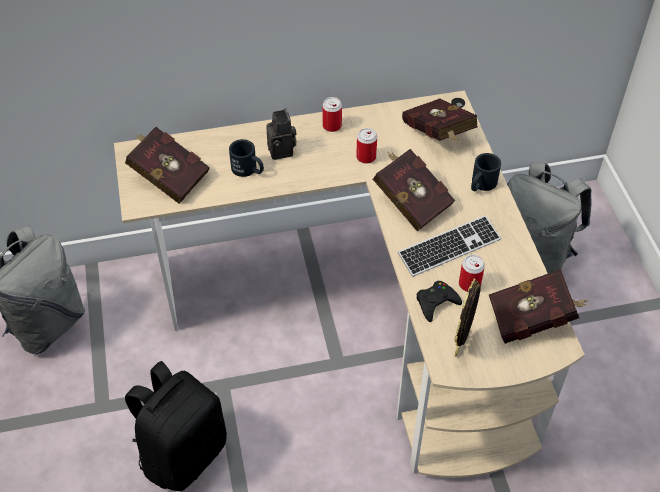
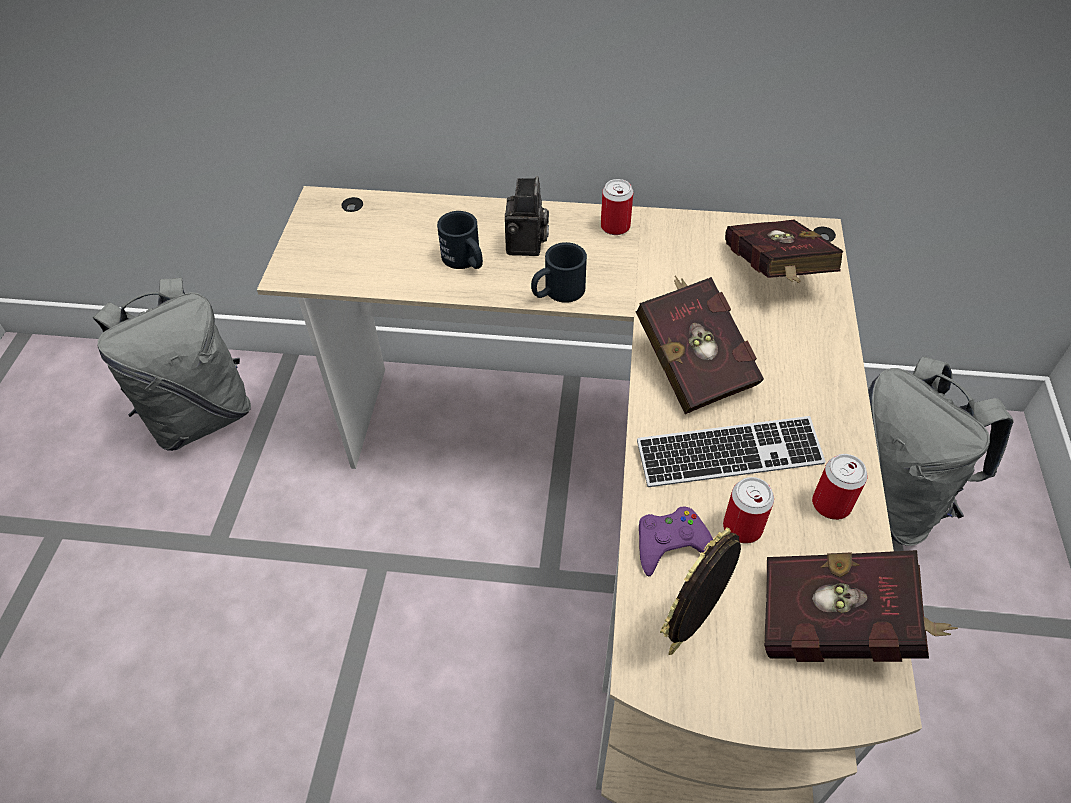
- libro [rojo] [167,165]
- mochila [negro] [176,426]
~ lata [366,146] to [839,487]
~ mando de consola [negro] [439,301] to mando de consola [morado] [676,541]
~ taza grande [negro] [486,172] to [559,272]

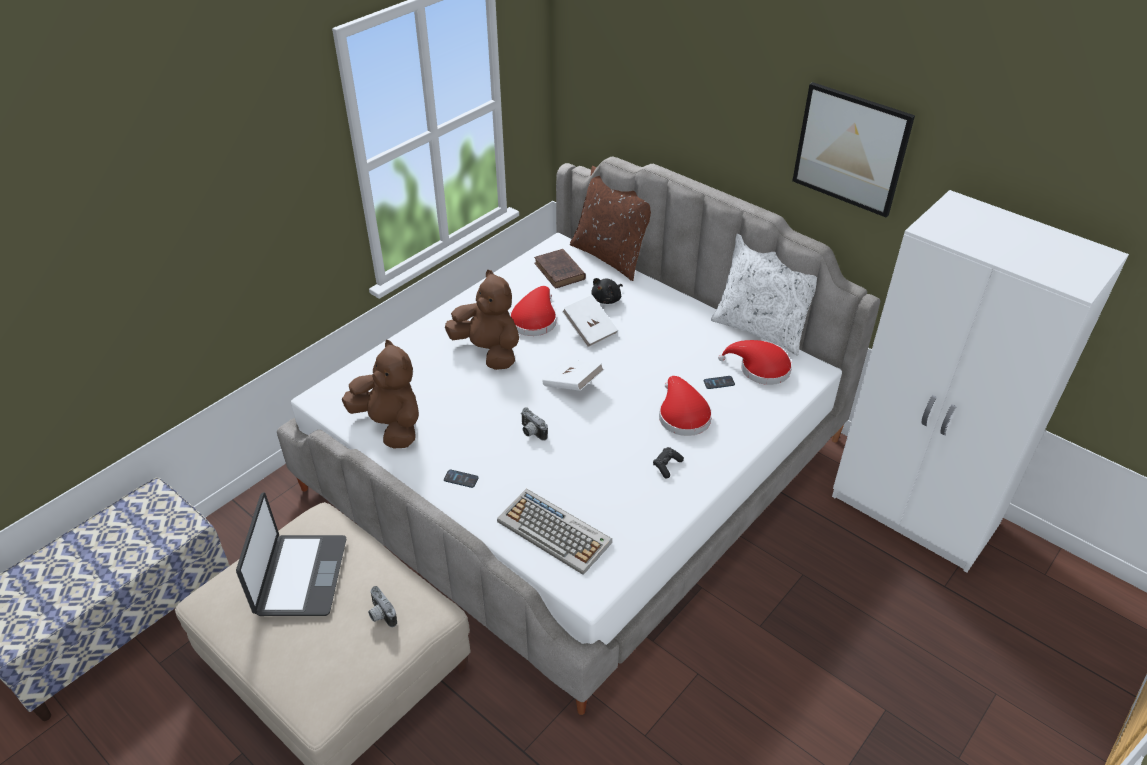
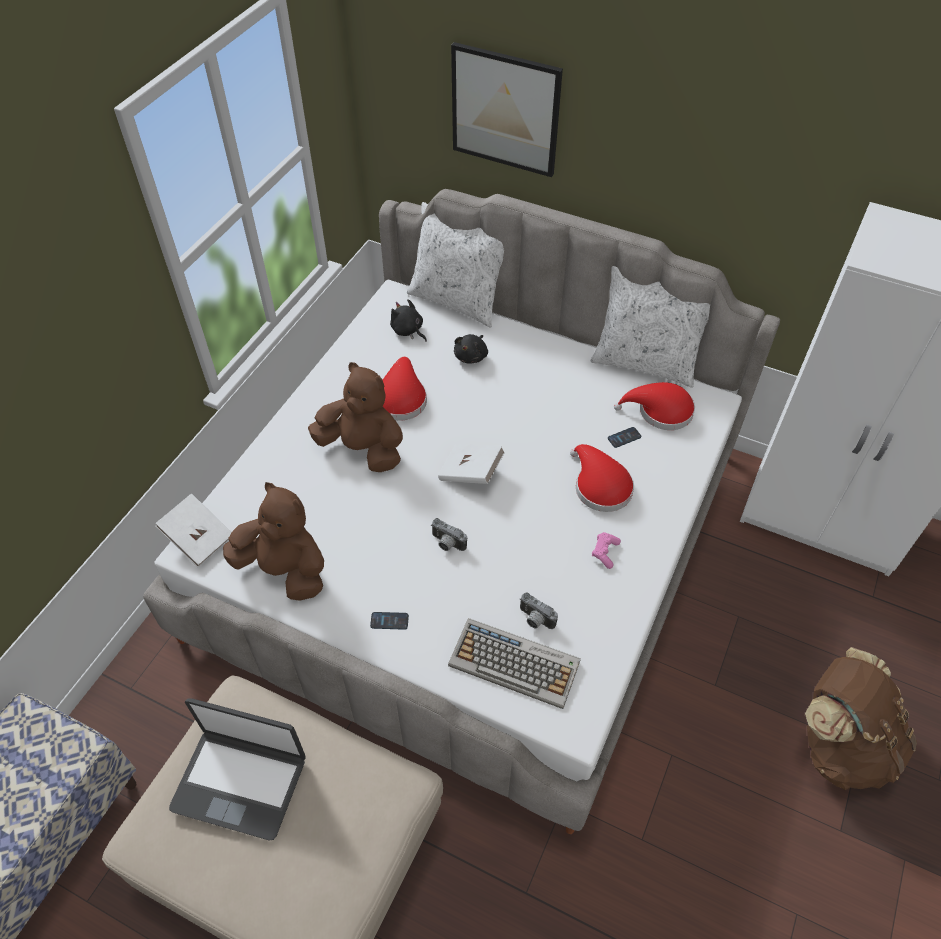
~ portátil [291,554] = [237,769] 120 degrees clockwise
~ cámara [382,606] to [539,610]
~ libro [marrón] [560,269] to peluche [negro] [408,320]
~ libro [blanco] [590,321] to [193,530]
~ cojín [marrón] [610,223] to cojín [blanco] [455,265]
~ mando de consola [negro] [668,463] to mando de consola [rosa] [606,550]
~ cuadro [853,149] to [507,109]
+ mochila [marrón] [861,718]

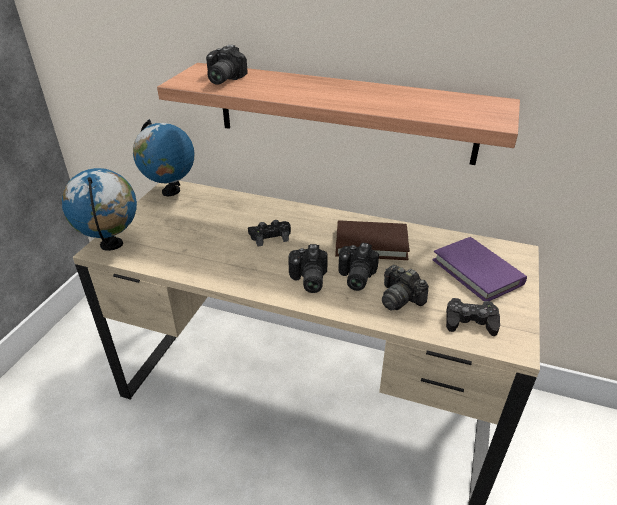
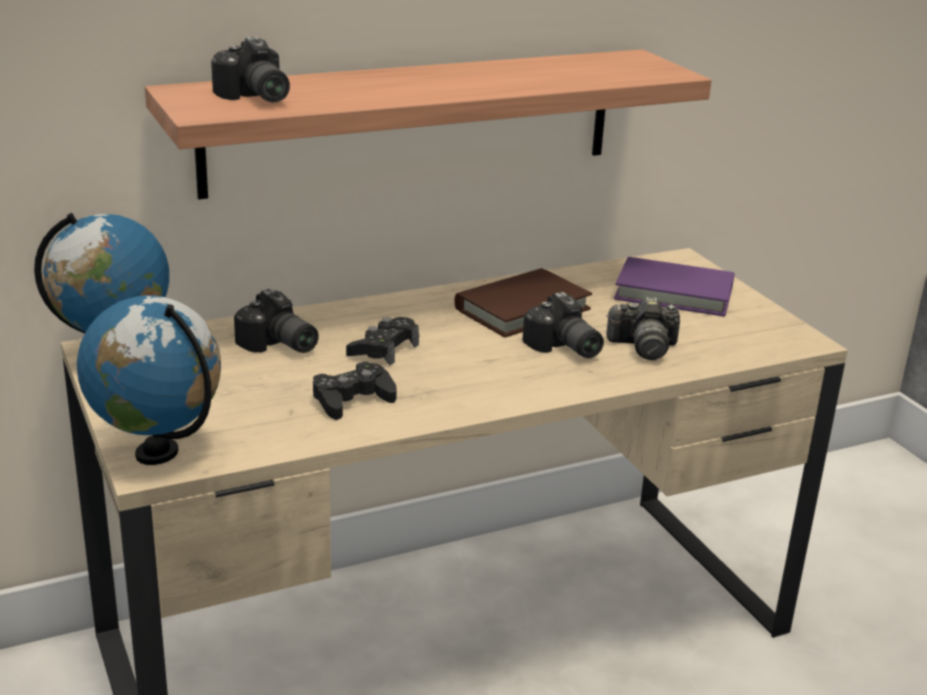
~ cámara [308,268] to [276,321]
~ mando de consola [negro] [473,317] to [355,391]

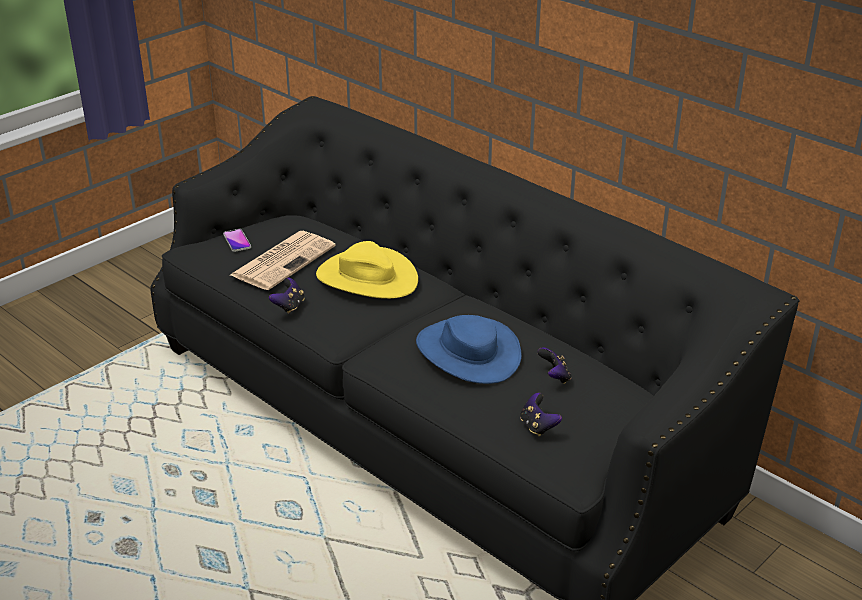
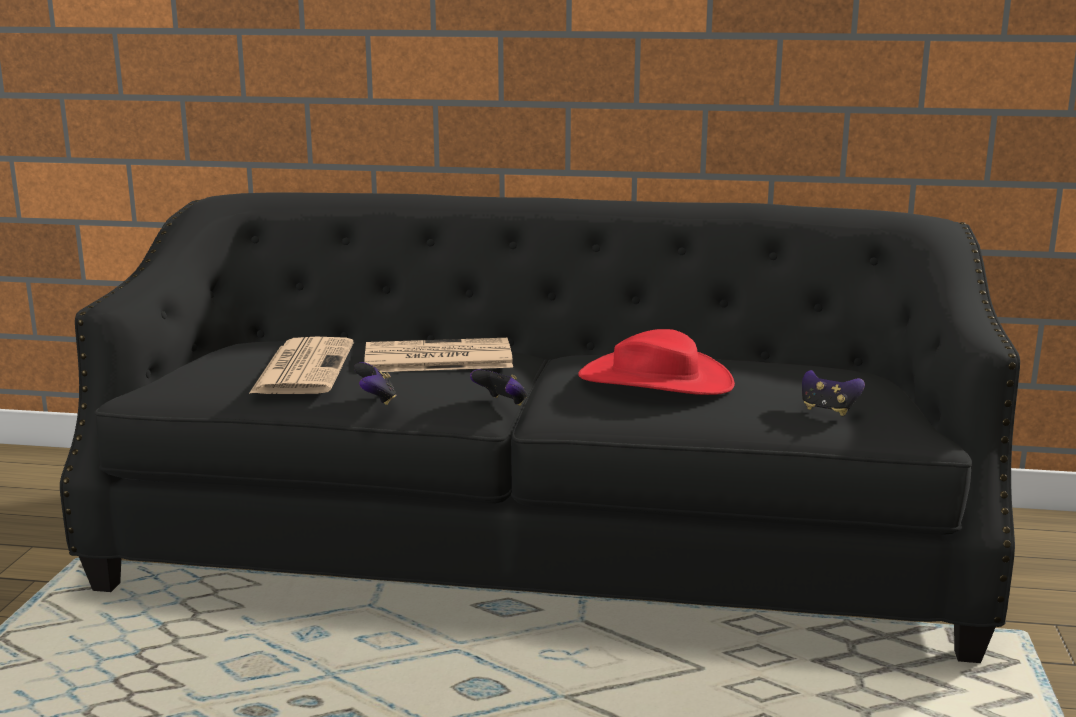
- móvil [237,240]
~ sombrero [amarillo] [367,270] to periódico [438,355]
~ sombrero [azul] [469,349] to sombrero [rojo] [656,362]
~ mando de consola [555,365] to [498,387]

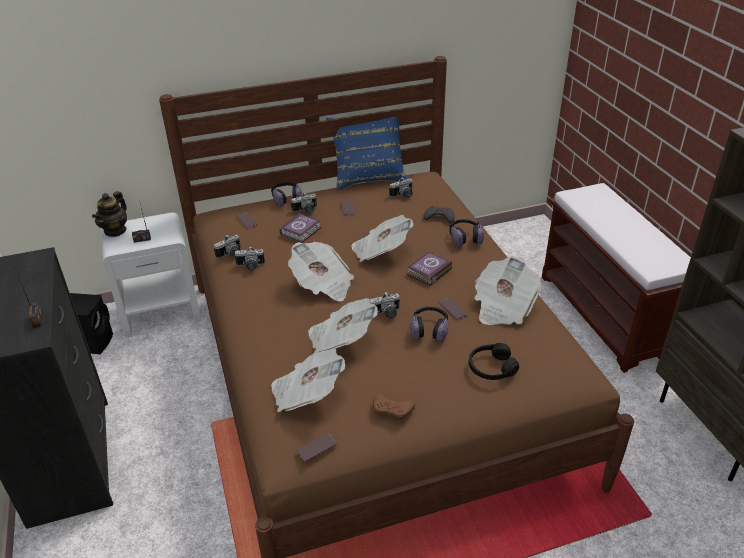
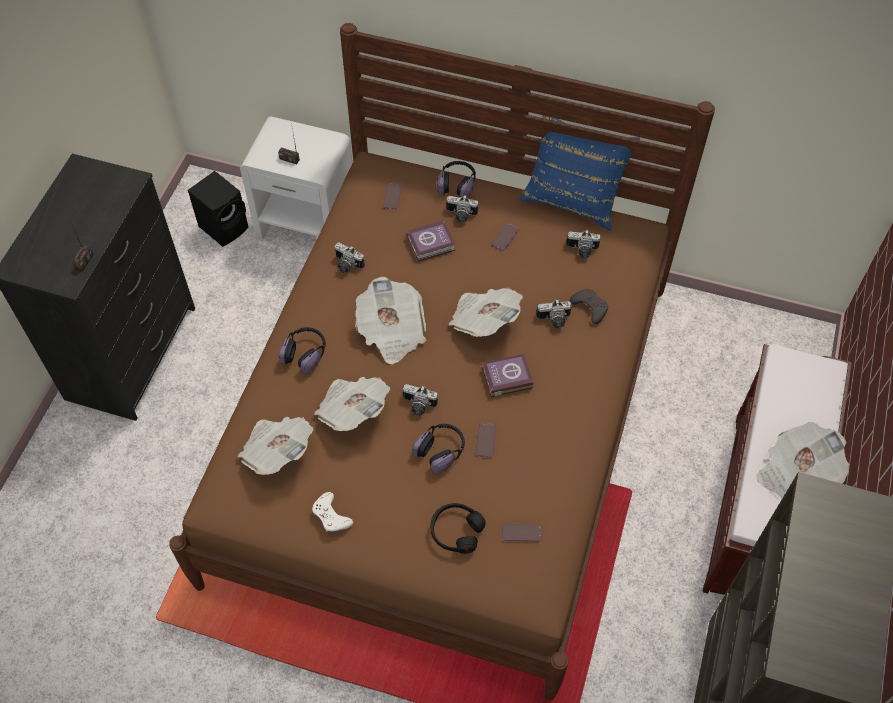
- tetera [109,214]
~ cámara [227,246] to [554,314]
~ móvil [316,447] to [522,532]
~ mando de consola [marrón] [394,407] to mando de consola [blanco] [332,511]
~ auriculares [466,233] to [302,350]
~ periódico [508,290] to [802,460]

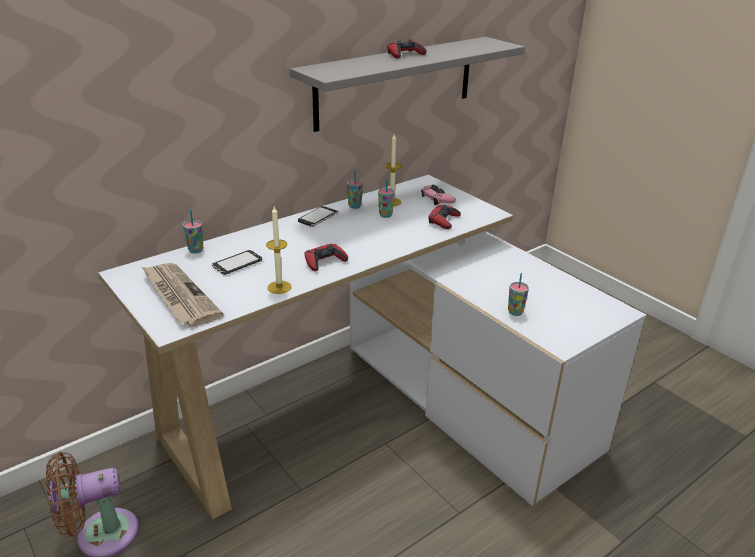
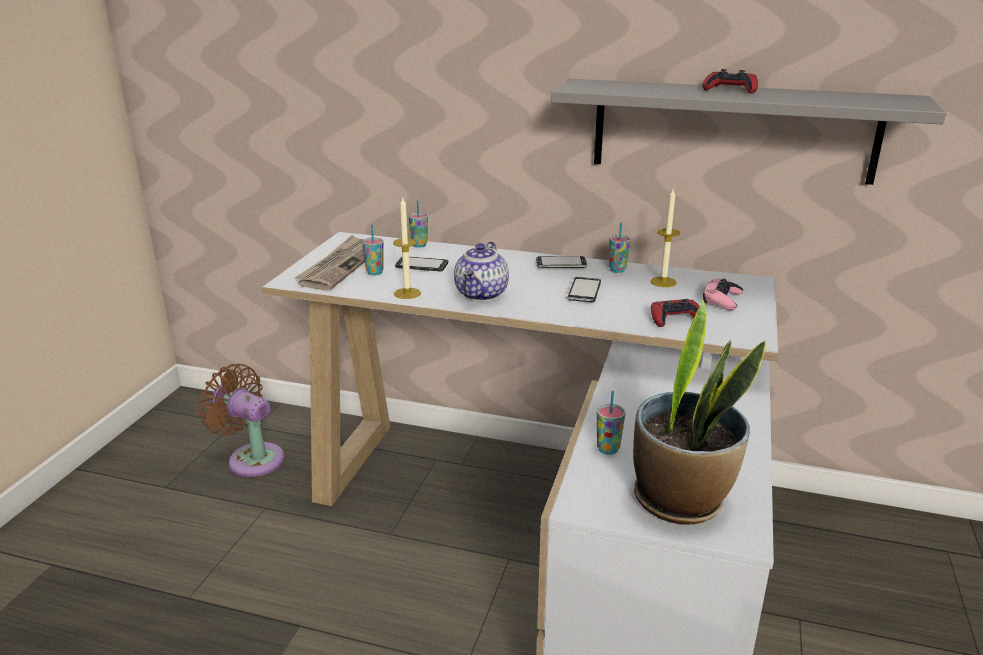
~ mando de consola [rojo] [326,257] to tetera [481,271]
~ taza [386,198] to [373,250]
+ móvil [583,289]
+ planta en maceta [699,412]

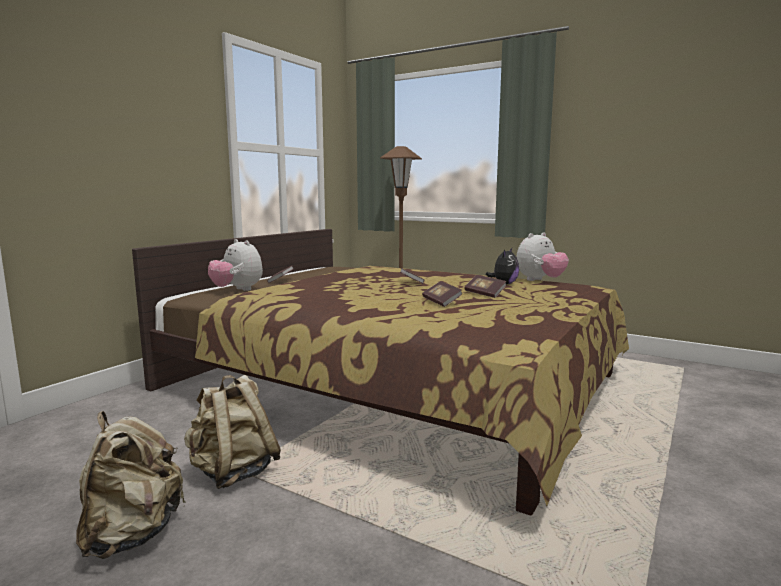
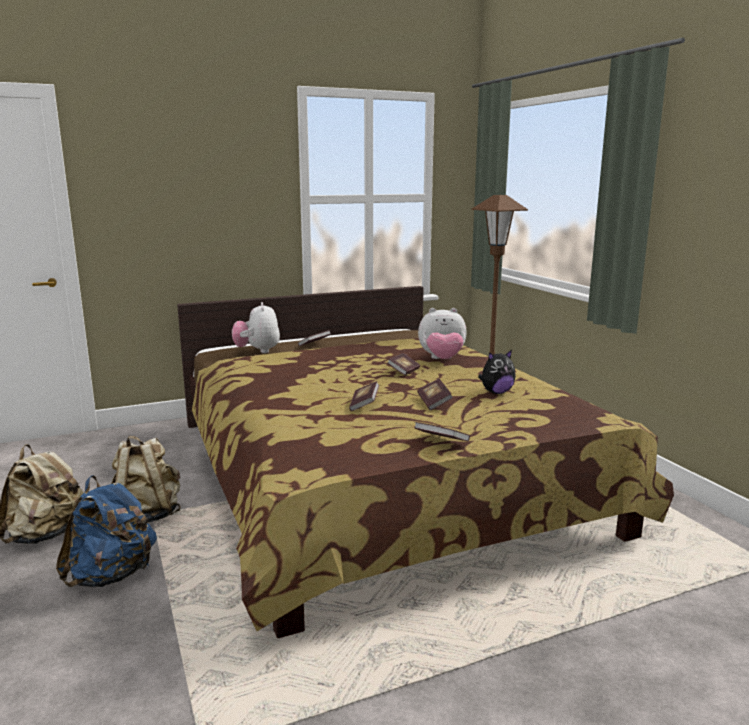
~ peluche [542,256] to [442,333]
+ mochila [azul] [106,531]
+ libro [442,432]

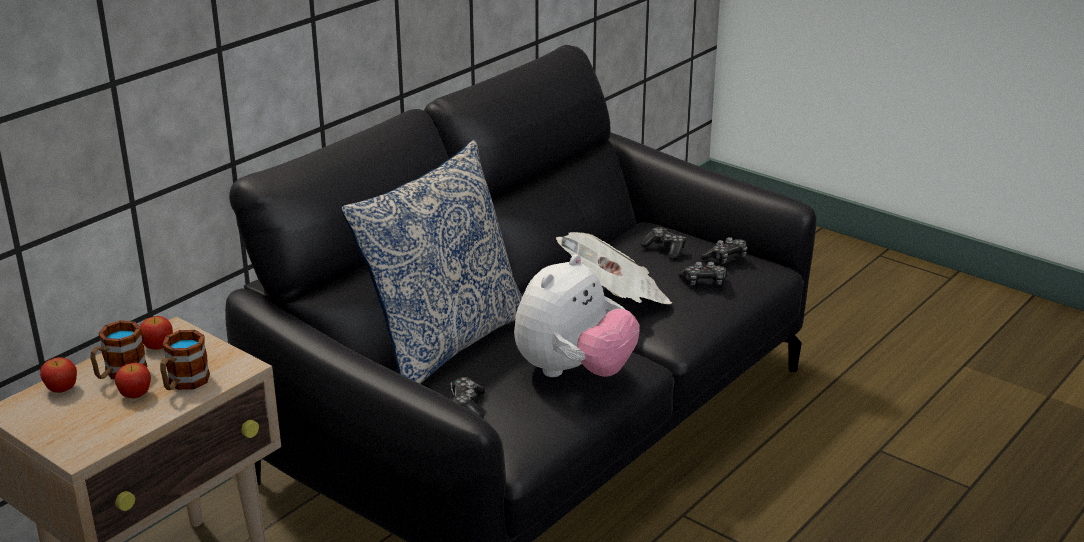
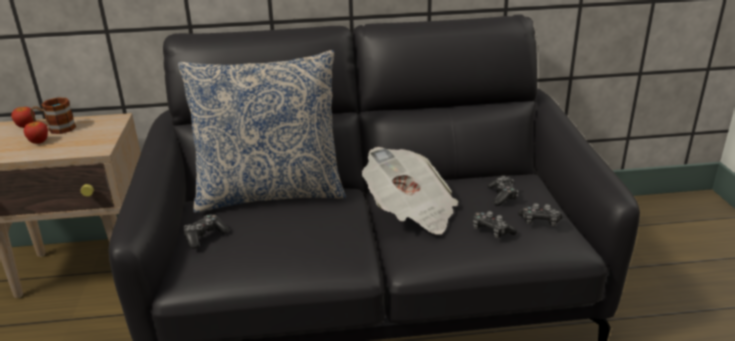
- manzana [156,333]
- taza grande [185,360]
- peluche [577,315]

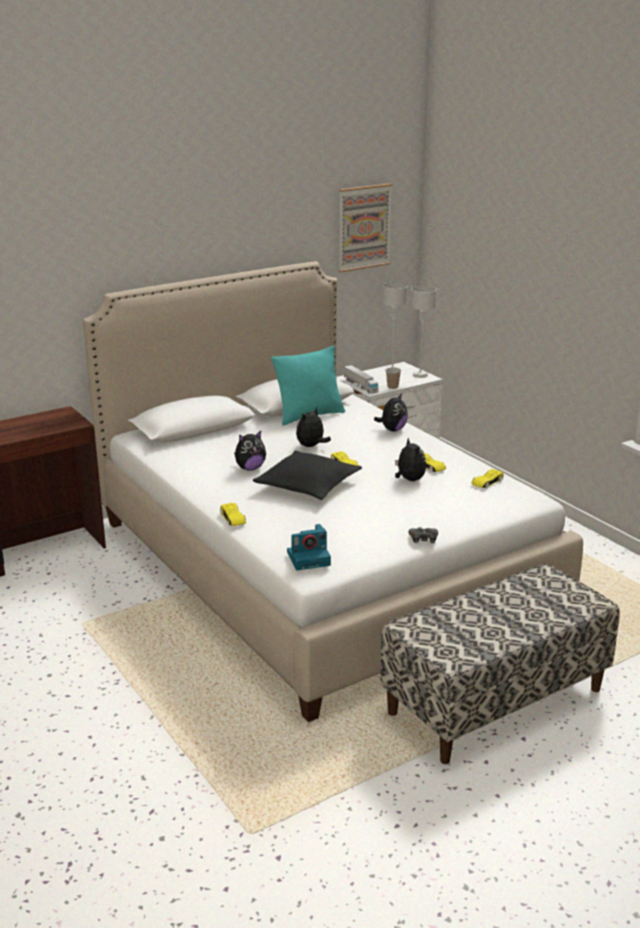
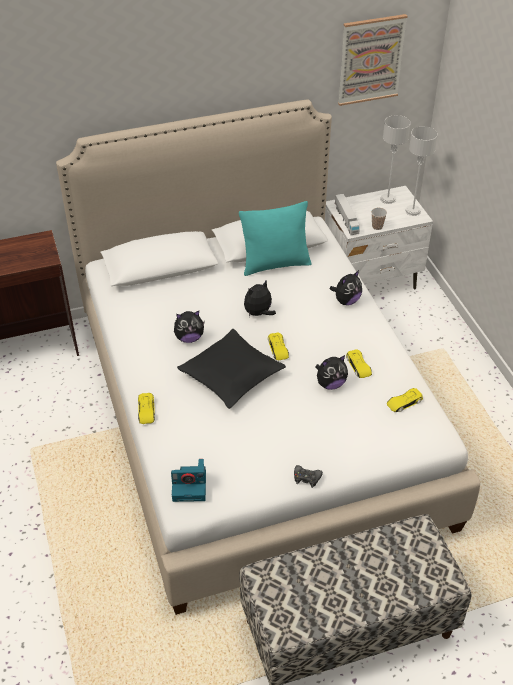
~ peluche [410,459] = [331,372] 75 degrees clockwise

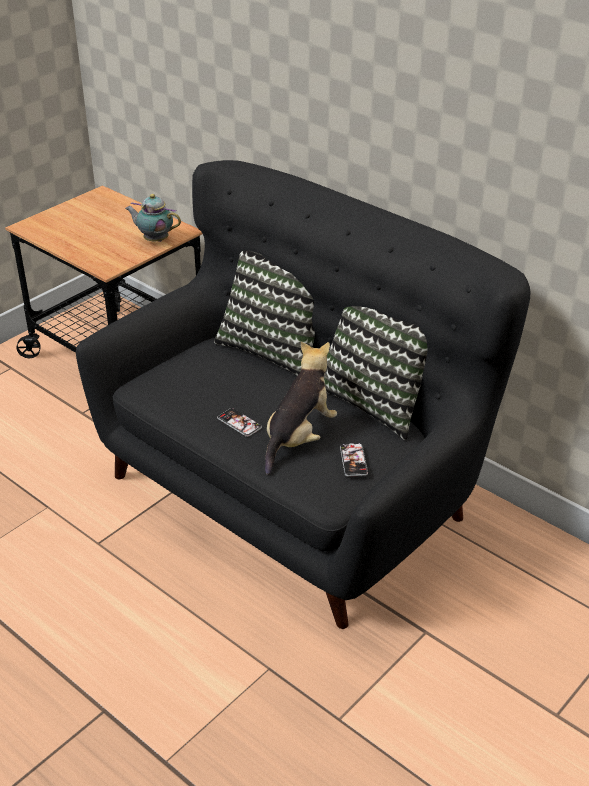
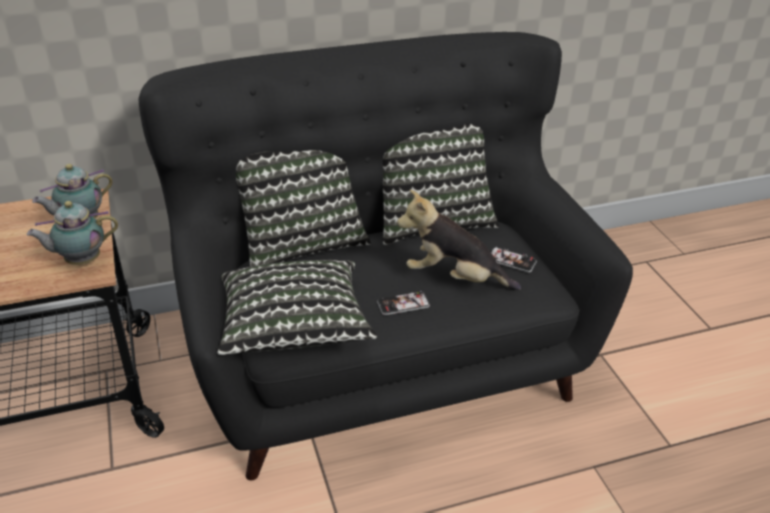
~ peluche [301,408] = [459,240] 45 degrees counterclockwise
+ tetera [72,233]
+ cojín [297,307]

